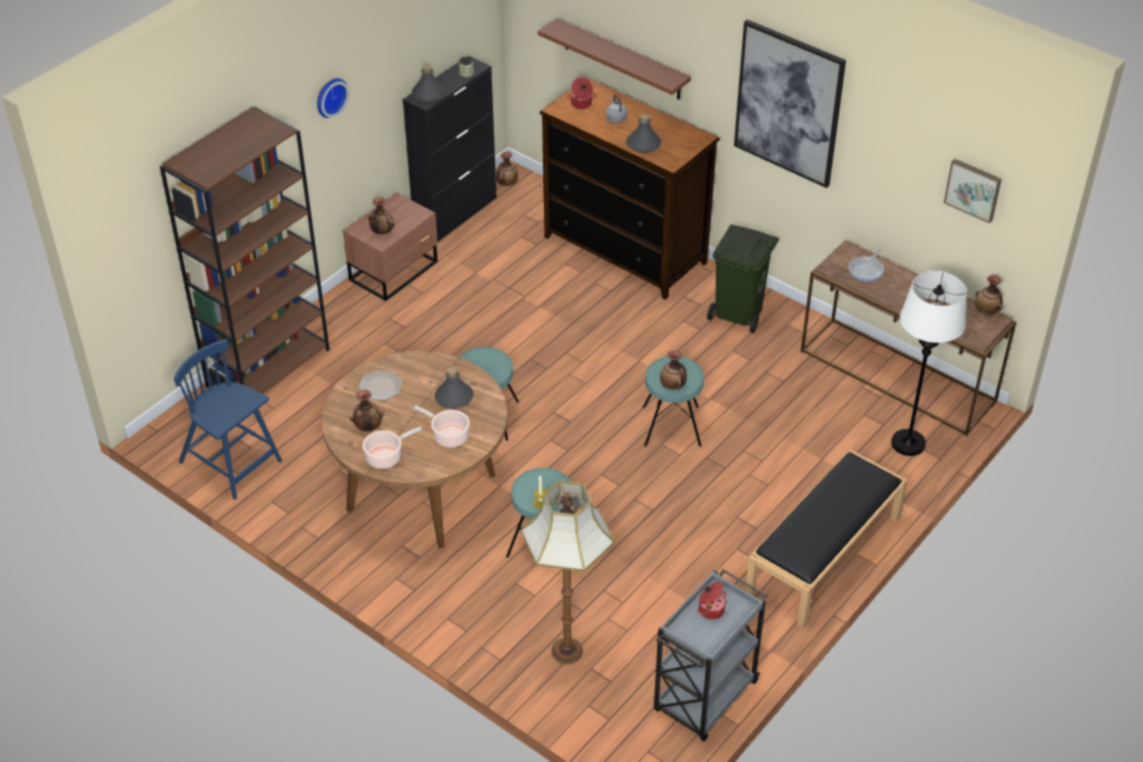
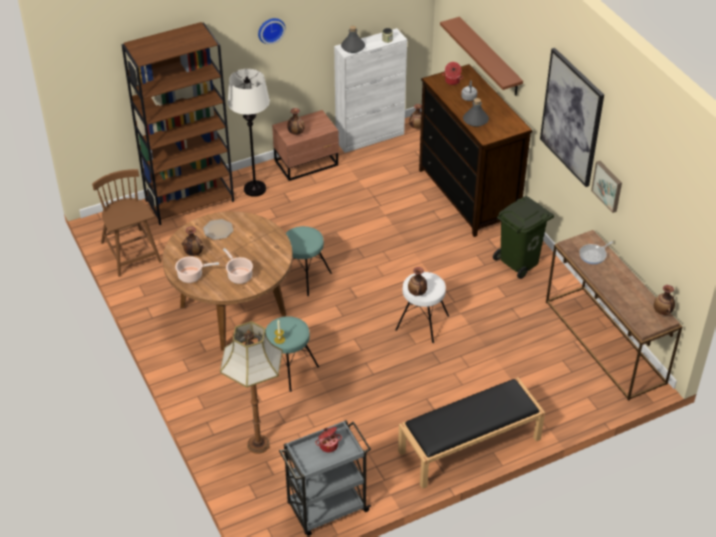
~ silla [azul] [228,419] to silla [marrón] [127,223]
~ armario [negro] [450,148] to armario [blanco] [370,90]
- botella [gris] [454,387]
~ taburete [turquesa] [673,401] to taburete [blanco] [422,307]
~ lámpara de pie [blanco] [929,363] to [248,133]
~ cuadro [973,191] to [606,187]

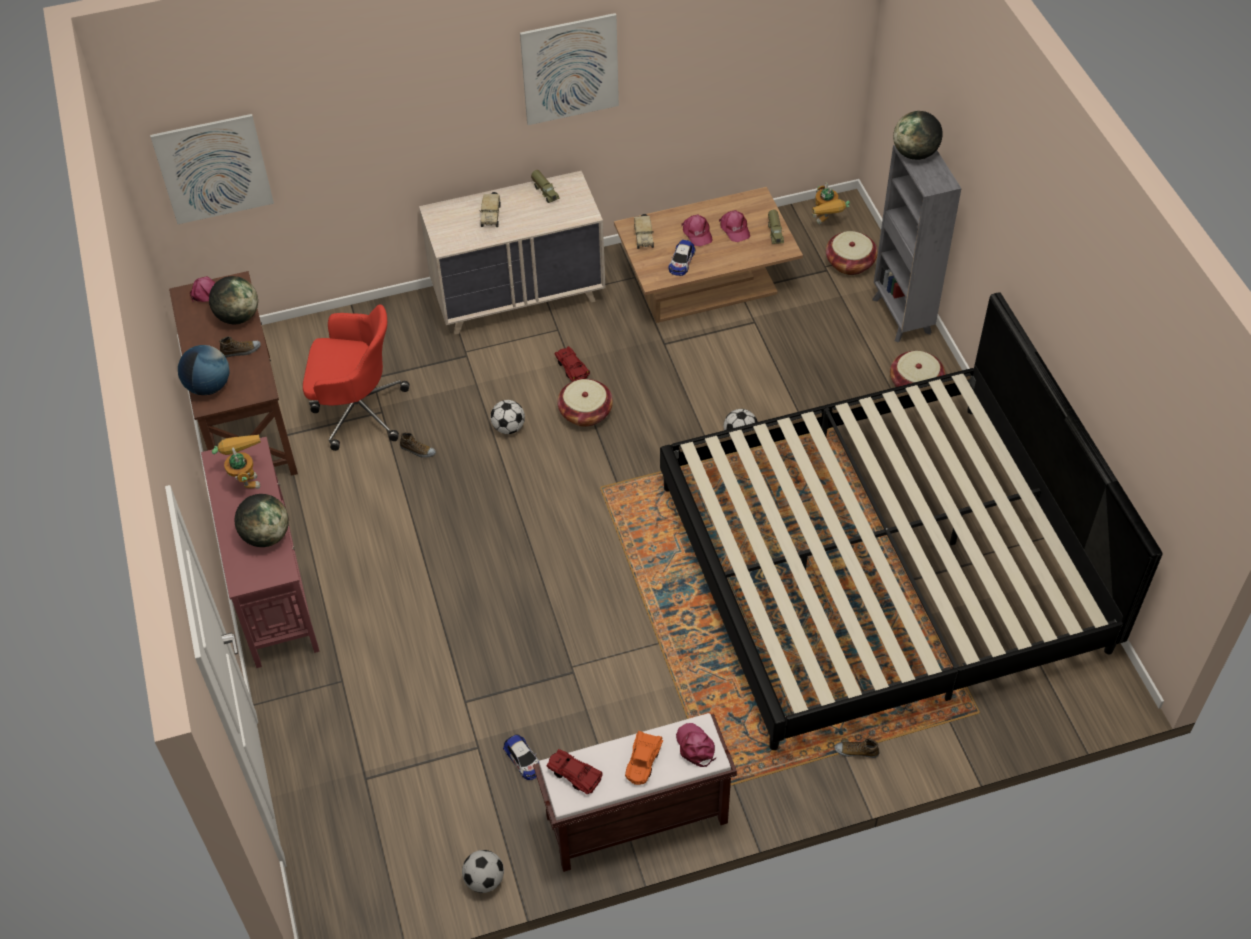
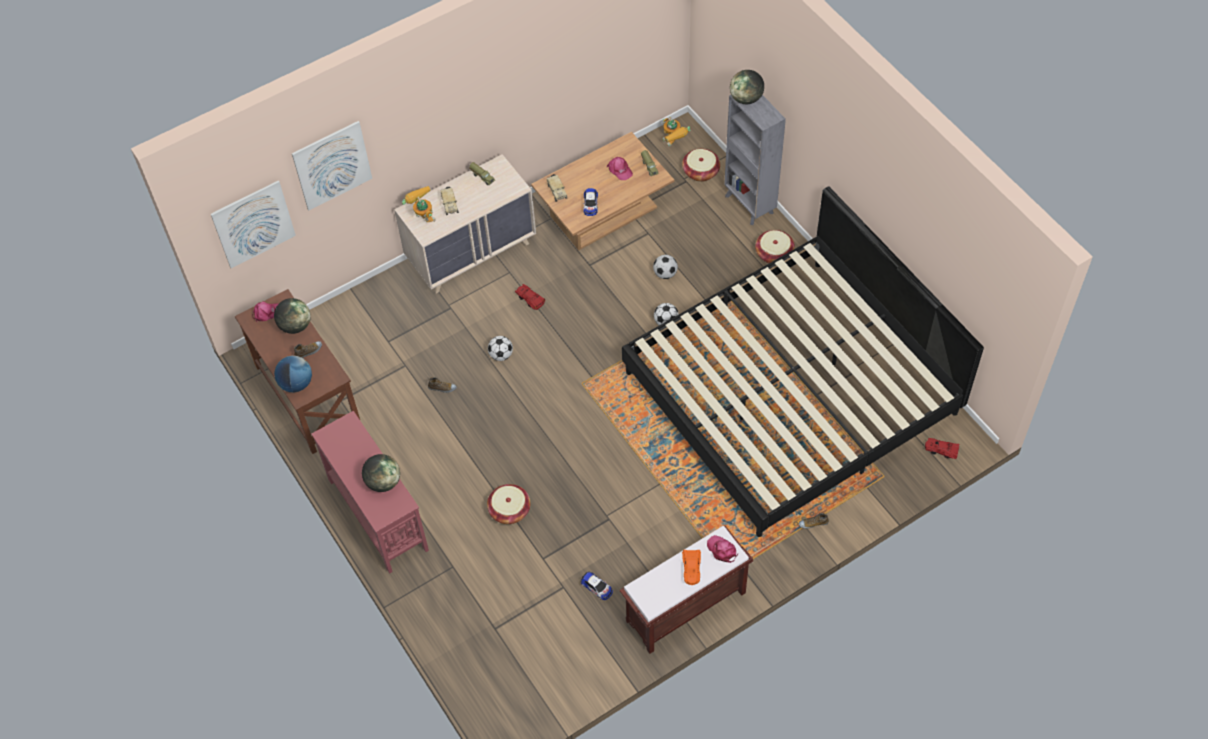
~ robot de juguete [236,461] to [419,204]
- silla de oficina [rojo] [356,377]
~ balón de fútbol [483,871] to [665,267]
~ cuadro [569,69] to [332,165]
~ coche de juguete [rojo] [574,771] to [942,448]
~ cesta [585,403] to [509,504]
- gorra [rosa] [697,230]

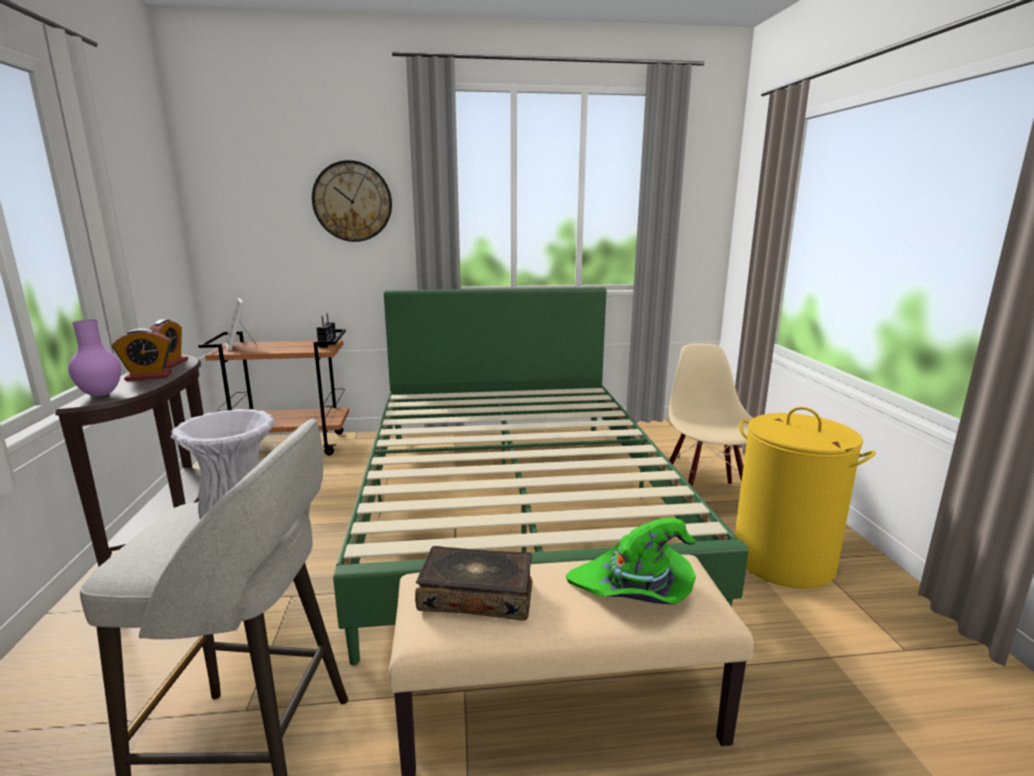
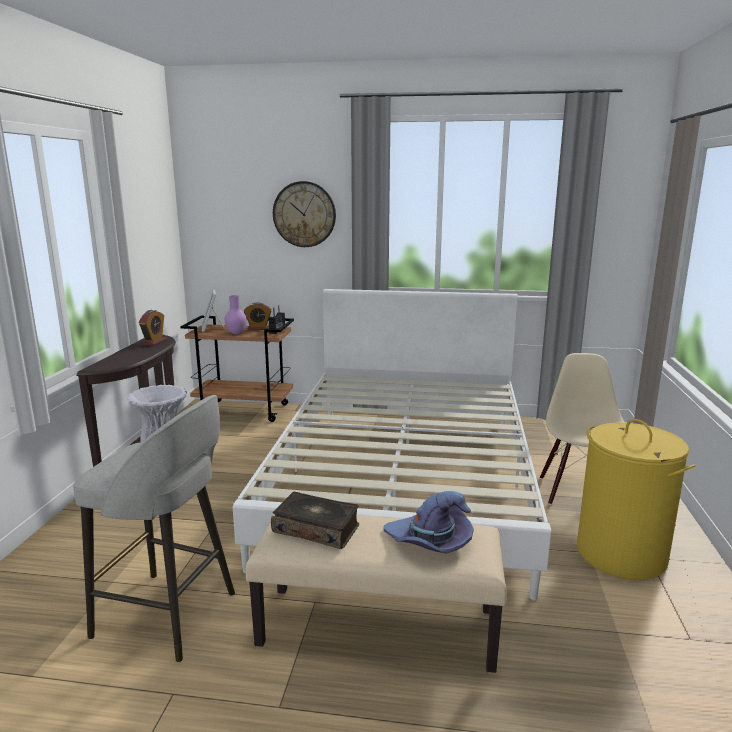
~ florero [morado] [94,358] to [236,315]
~ despertador [142,355] to [258,316]
~ cama [verde] [540,476] to cama [blanco] [392,445]
~ sombrero [verde] [631,561] to sombrero [morado] [428,522]

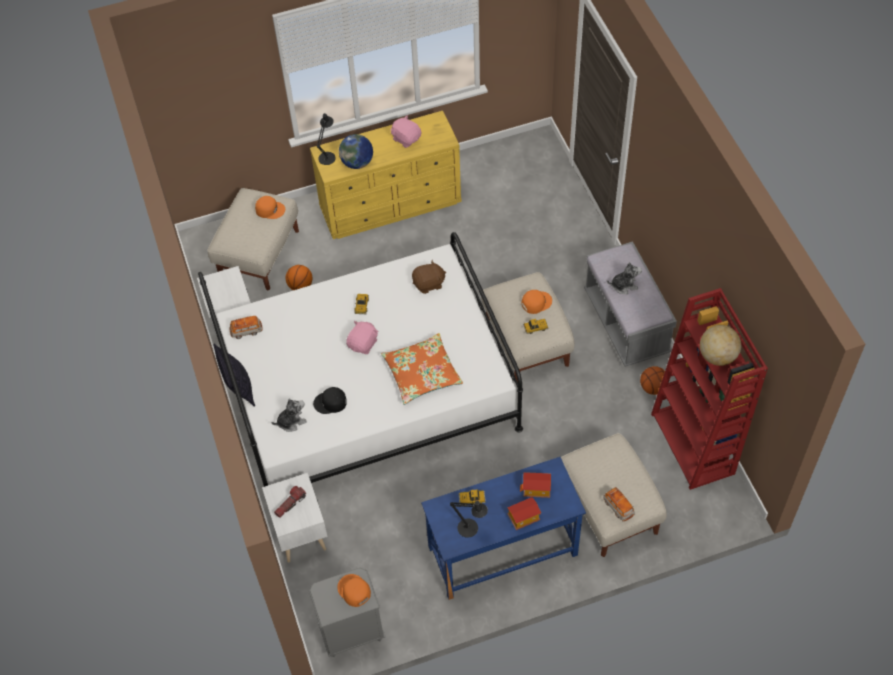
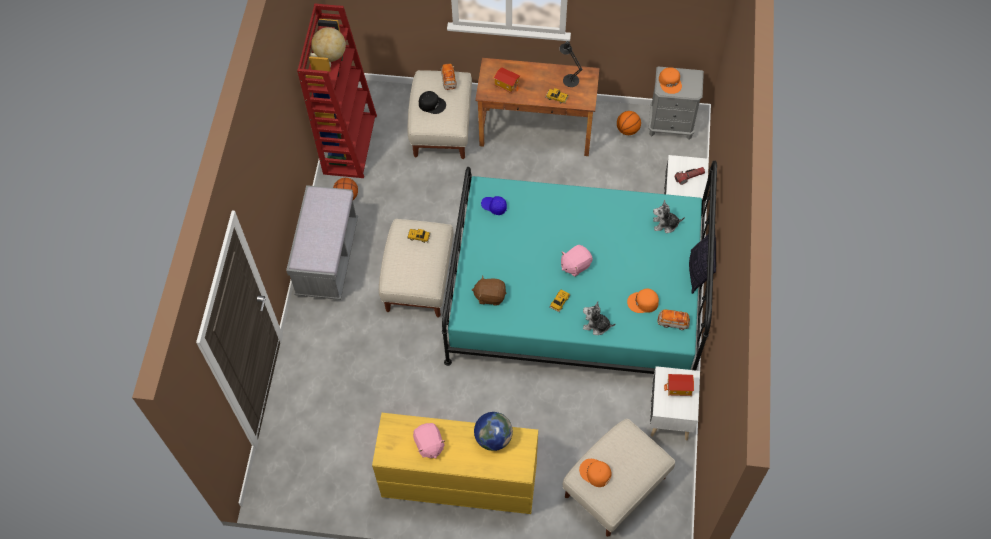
~ cama [blanco] [360,359] to cama [turquesa] [579,267]
~ balón de baloncesto [299,277] to [629,123]
~ gorra [negro] [330,400] to [432,102]
- lámpara de mesa [negro] [326,139]
- cojín [naranja] [422,369]
~ escritorio [azul] [503,528] to escritorio [marrón] [537,107]
~ casita [524,513] to [679,385]
~ gorra [naranja] [536,302] to [643,301]
~ peluche [624,278] to [599,318]
+ gorra [azul] [494,205]

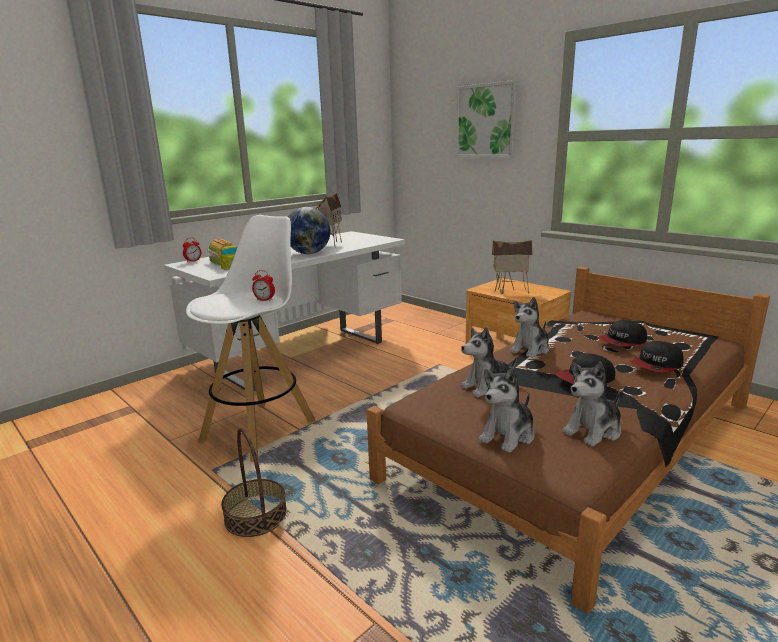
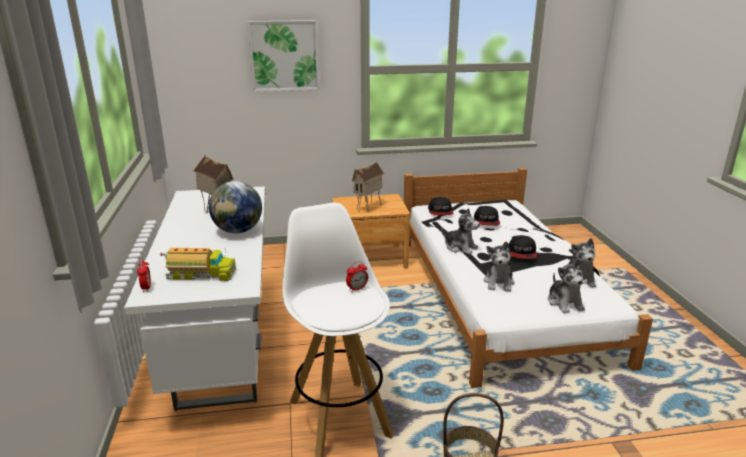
~ cama [marrón] [568,440] to cama [blanco] [528,278]
~ peluche [529,327] = [460,231] 45 degrees counterclockwise
~ gorra [657,357] to [440,206]

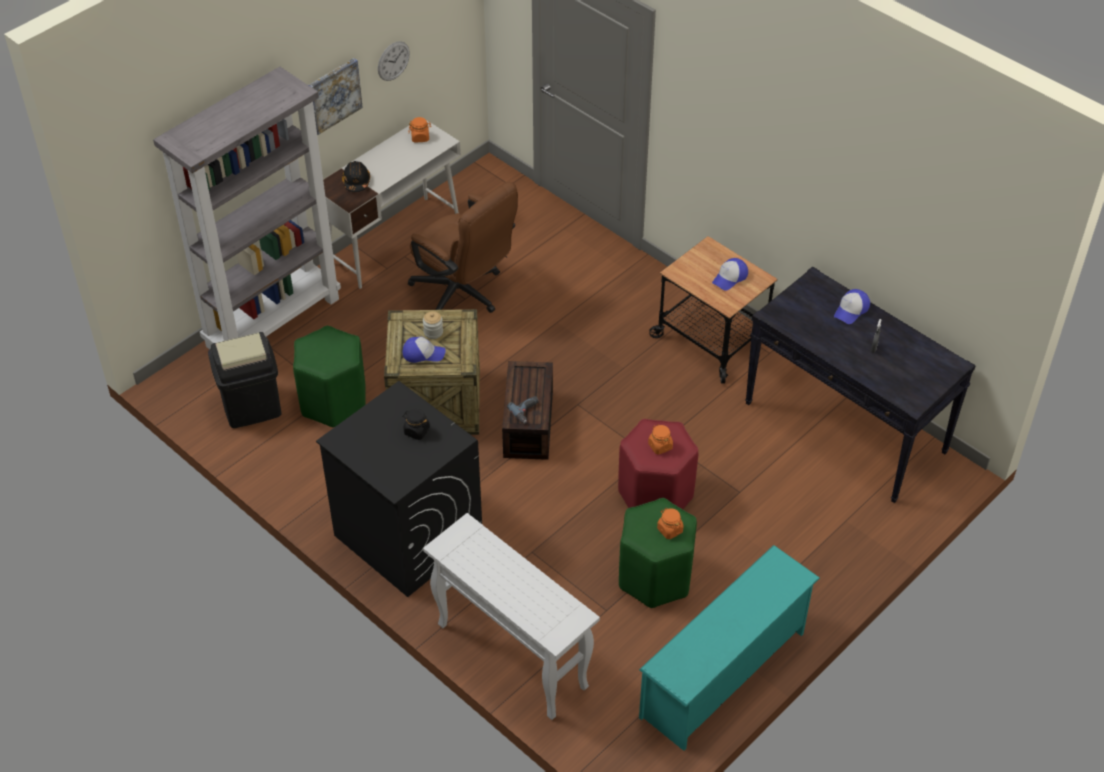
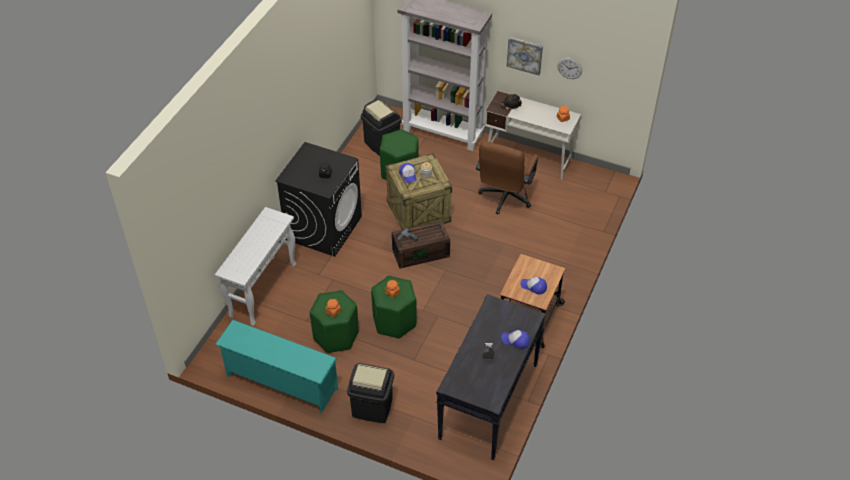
~ taburete [rojo] [658,464] to taburete [verde] [394,307]
+ papelera [negro] [370,393]

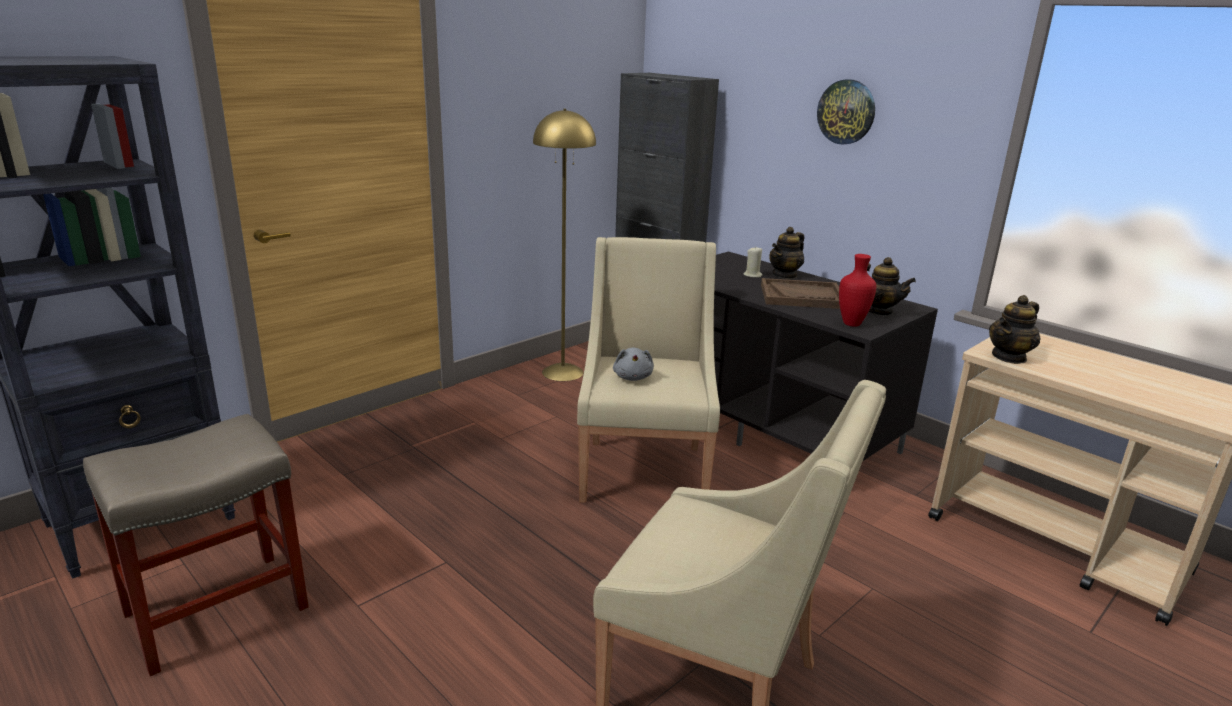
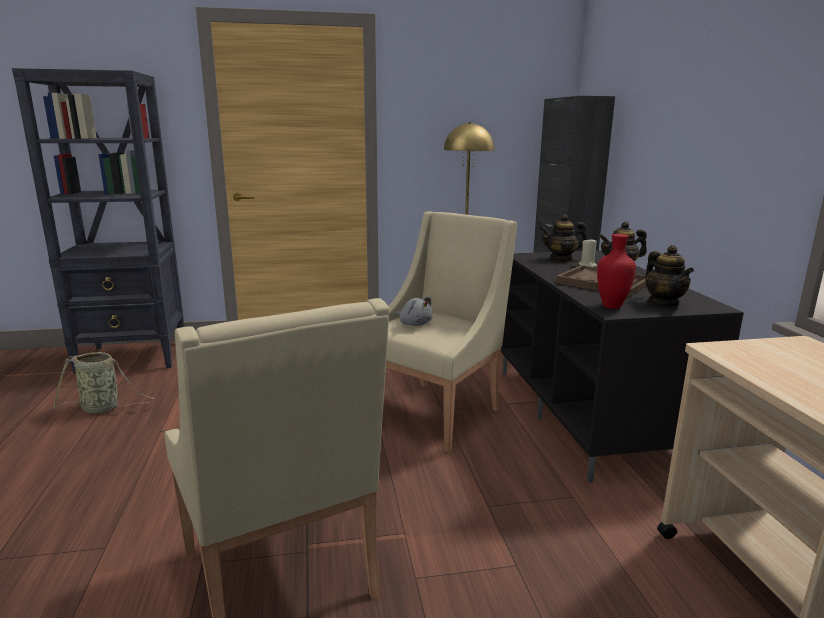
~ taburete [beis] [196,545] to cesta [104,382]
~ peluche [gris] [633,364] = [414,311] 75 degrees counterclockwise
- reloj de pared [846,112]
~ tetera [1014,329] to [563,238]

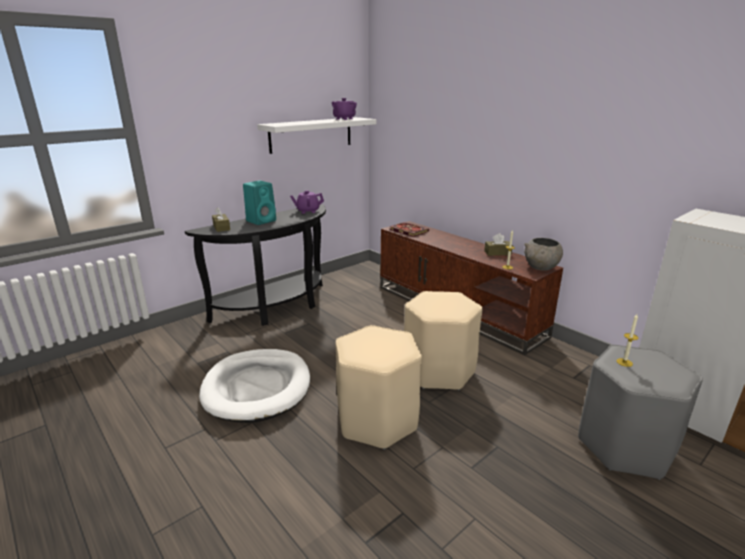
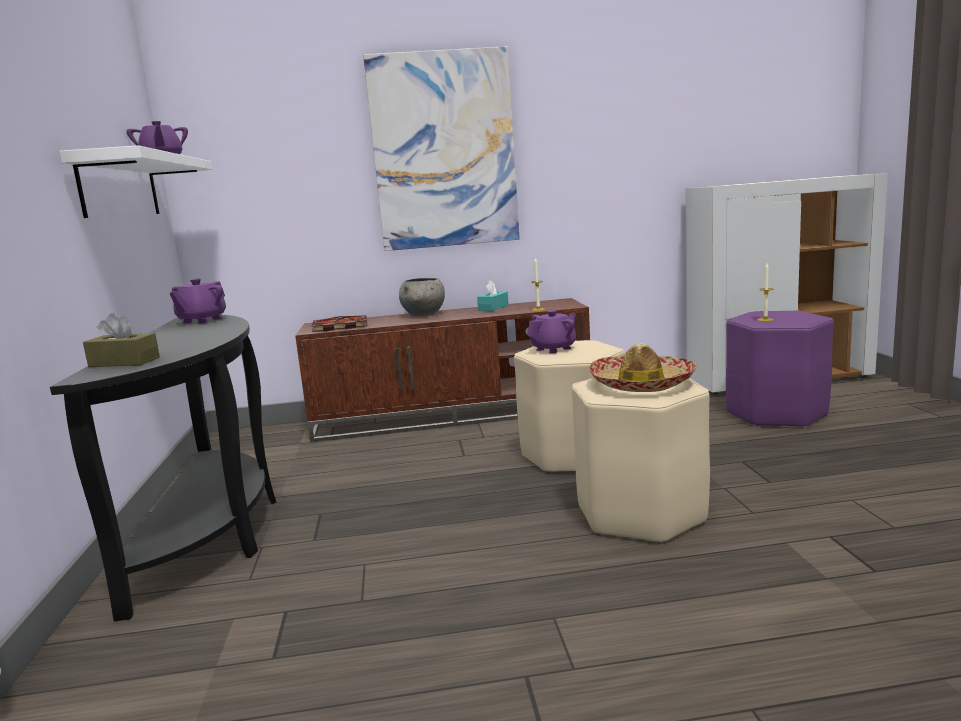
- cama para perro [blanco] [254,386]
- altavoz [turquesa] [259,203]
~ caja de pañuelos [marrón] [498,244] to caja de pañuelos [turquesa] [493,295]
~ cuenco [gris] [543,254] to [422,297]
~ taburete [gris] [640,412] to taburete [morado] [780,369]
+ cuadro [441,148]
+ tetera [morado] [551,331]
+ sombrero [642,367]

